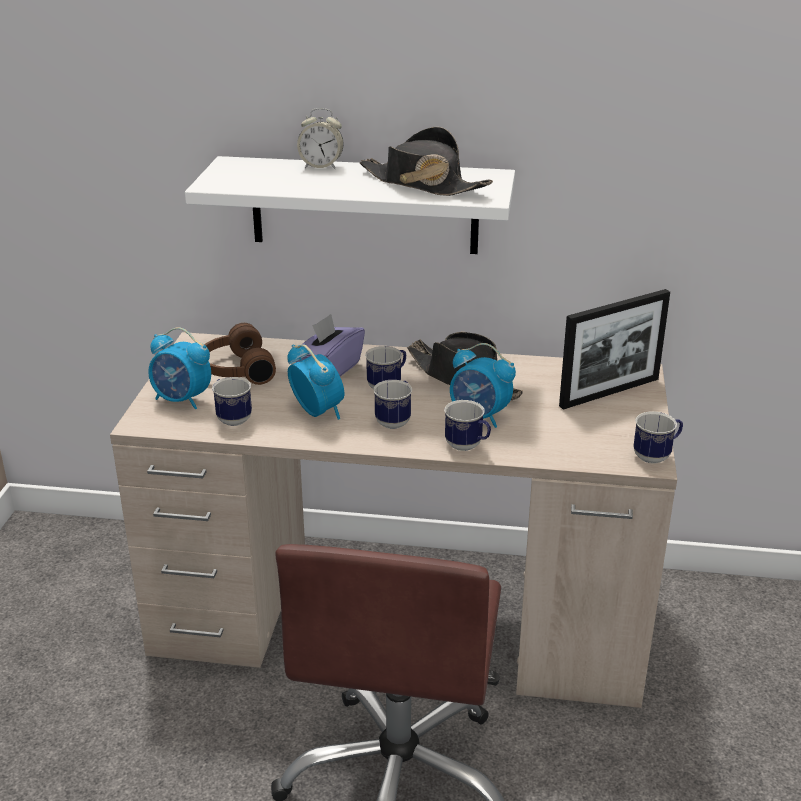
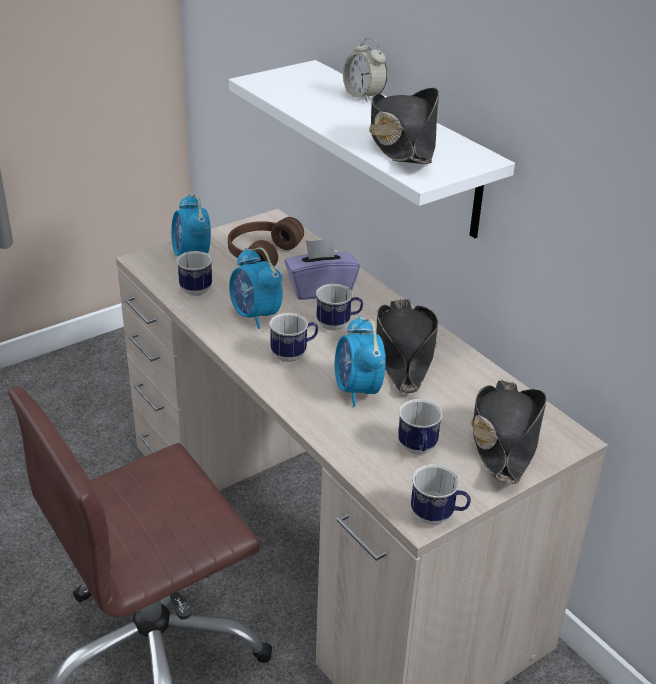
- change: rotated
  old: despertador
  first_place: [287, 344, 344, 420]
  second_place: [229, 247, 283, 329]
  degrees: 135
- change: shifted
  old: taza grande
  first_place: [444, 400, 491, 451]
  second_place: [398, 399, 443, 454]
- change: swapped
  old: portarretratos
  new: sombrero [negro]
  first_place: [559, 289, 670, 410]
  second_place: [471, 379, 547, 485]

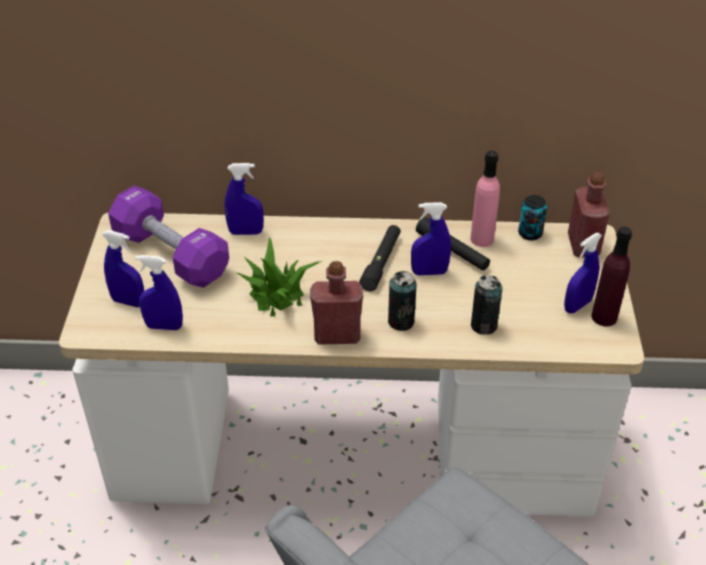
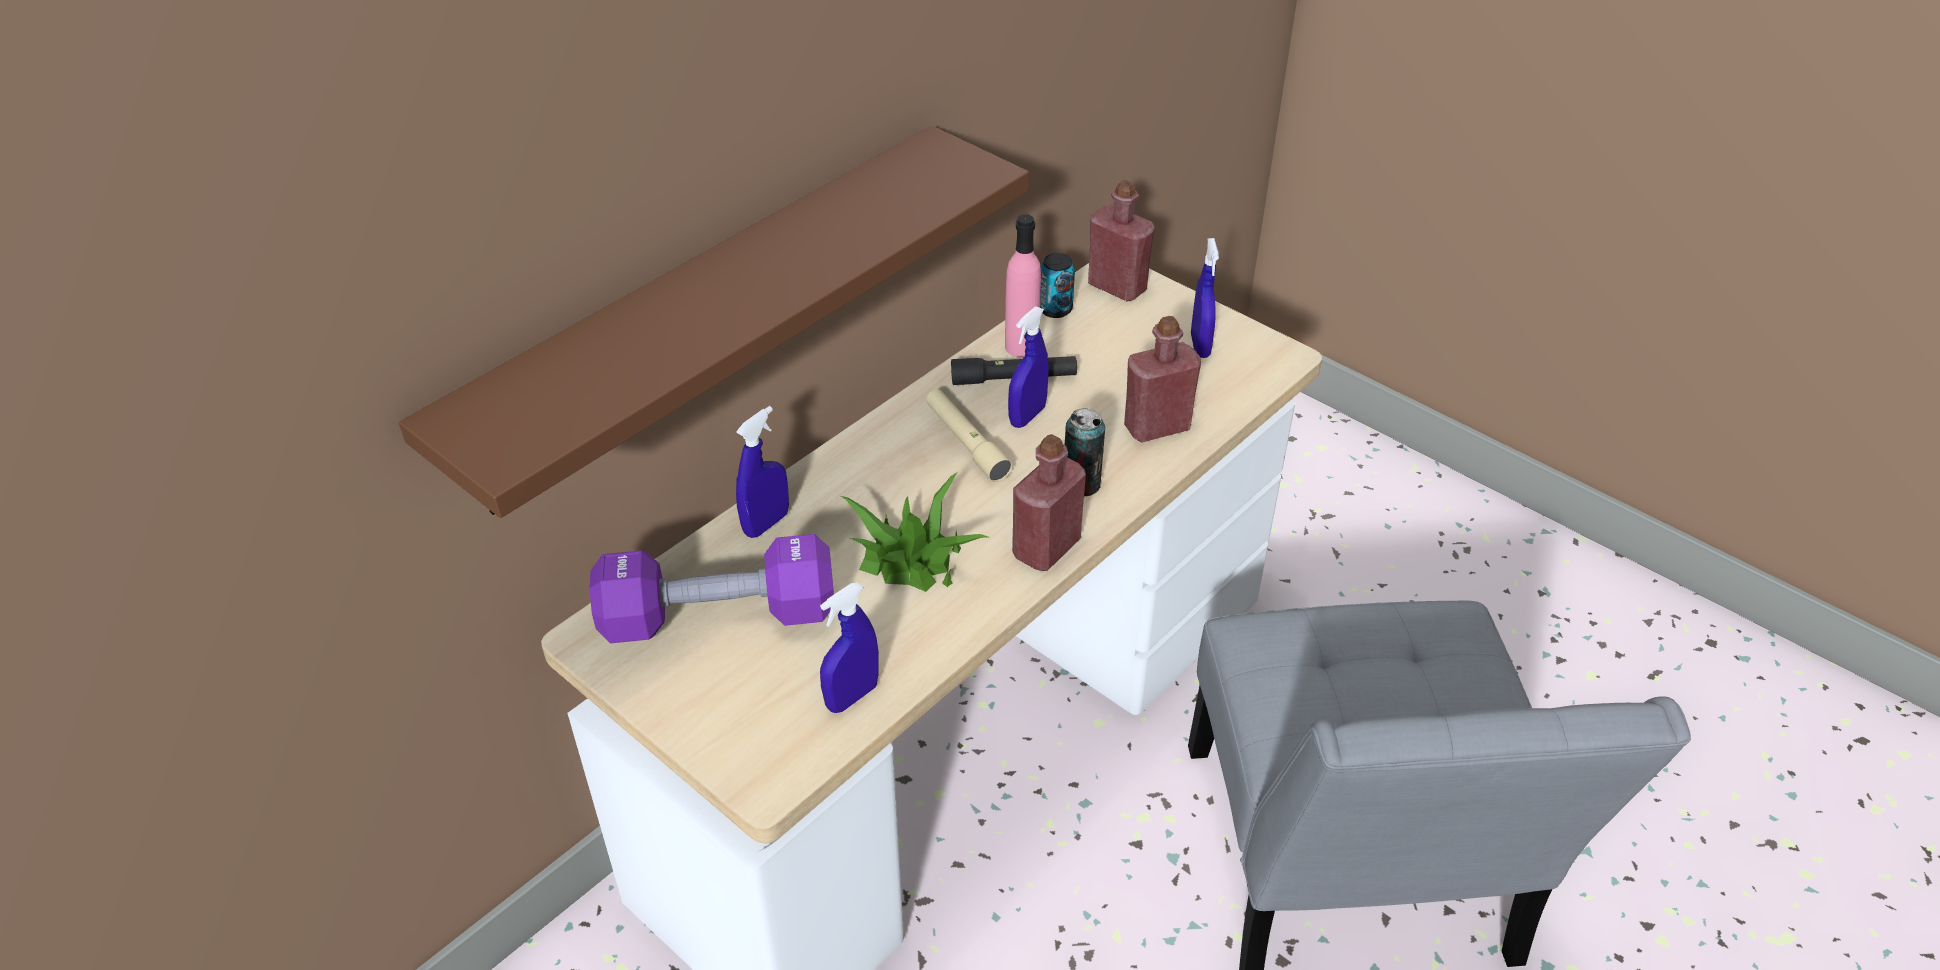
- change: gone
  old: pulverizador [azul]
  first_place: [102, 230, 144, 307]
- change: repainted
  old: linterna [negro]
  new: linterna [beis]
  first_place: [359, 225, 401, 291]
  second_place: [926, 389, 1013, 482]
- change: swapped
  old: lata
  new: botella [rojo]
  first_place: [471, 275, 502, 335]
  second_place: [1124, 316, 1201, 442]
- change: gone
  old: botella [morado]
  first_place: [592, 226, 632, 326]
- change: new
  new: estante [marrón]
  second_place: [399, 126, 1029, 518]

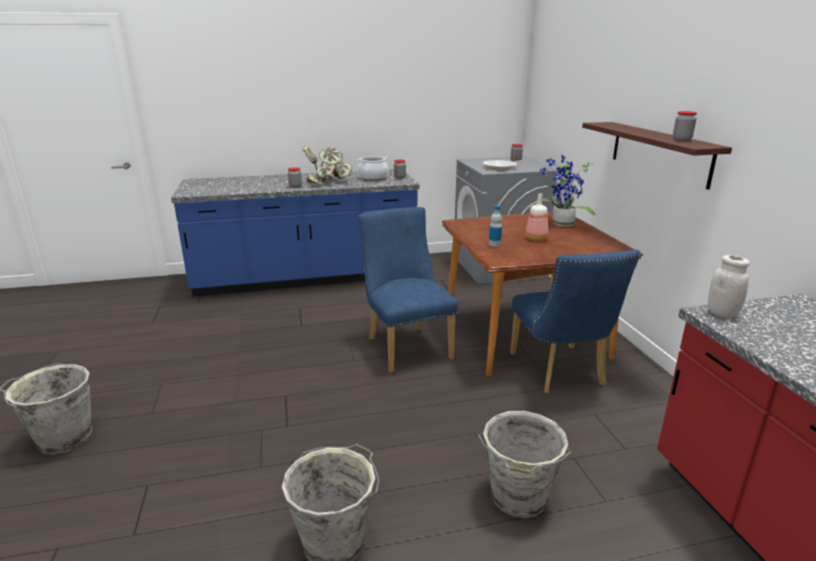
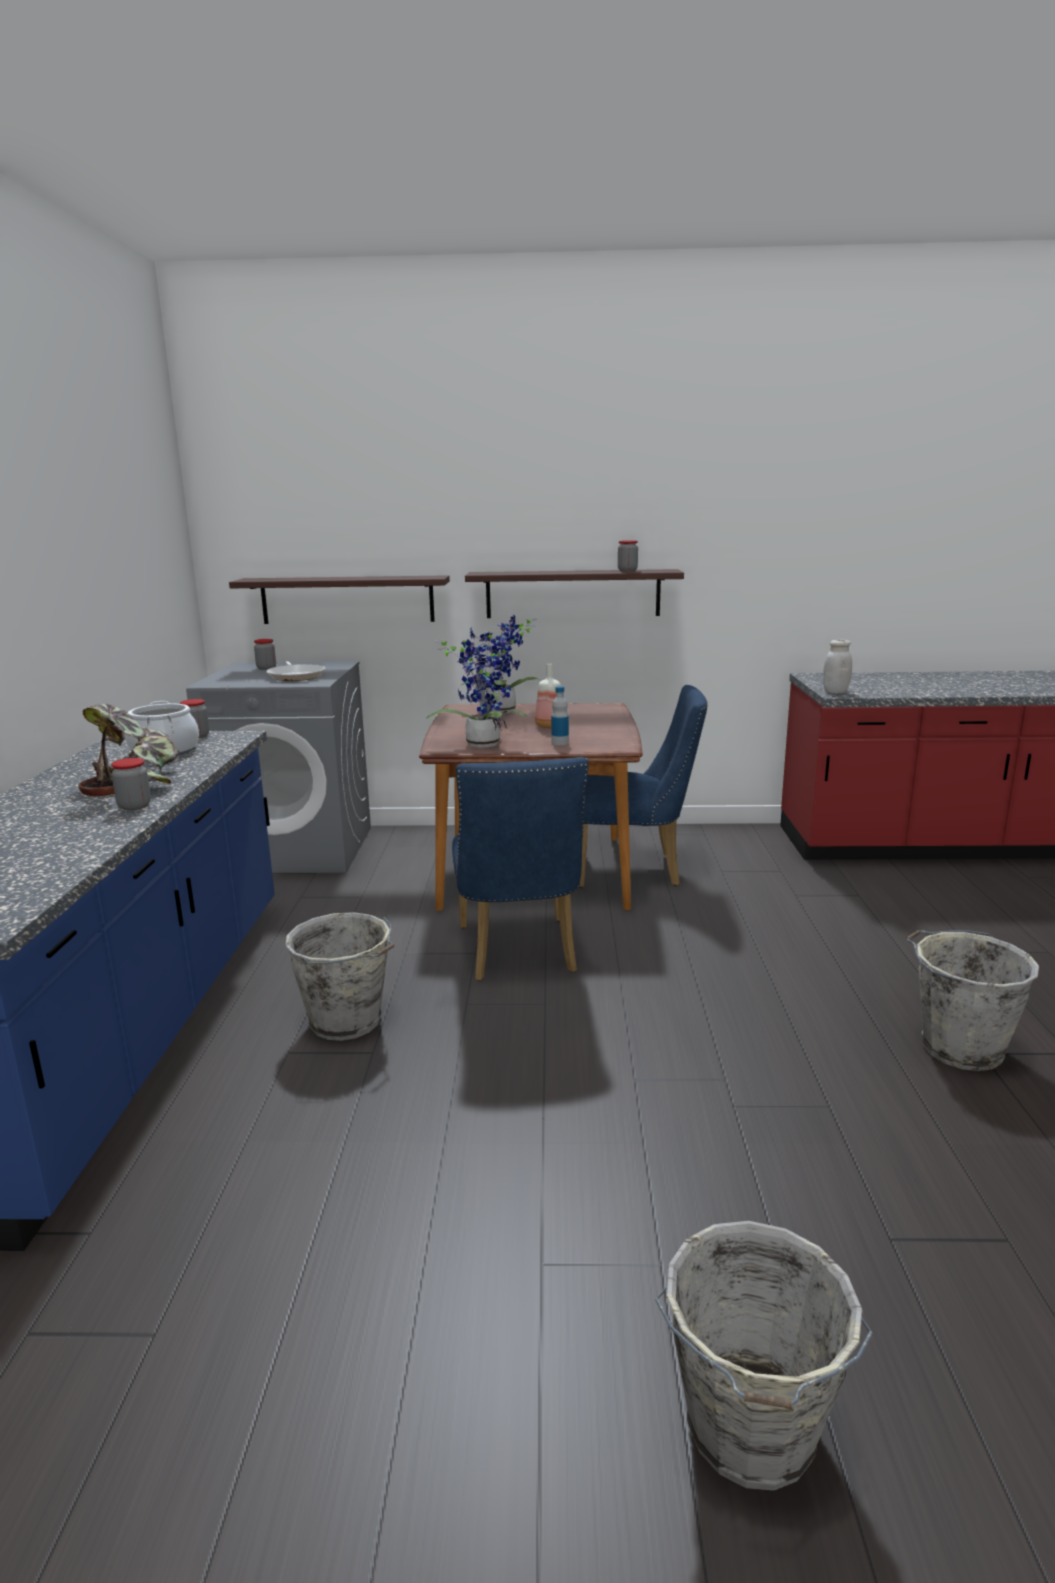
- change: rotated
  old: silla [azul]
  first_place: [358, 207, 458, 373]
  second_place: [452, 757, 589, 981]
  degrees: -90
- change: shifted
  old: cubo [gris]
  first_place: [478, 411, 571, 518]
  second_place: [285, 912, 394, 1041]
- change: new
  new: estante
  second_place: [229, 575, 450, 624]
- change: new
  new: planta en maceta
  second_place: [426, 627, 528, 748]

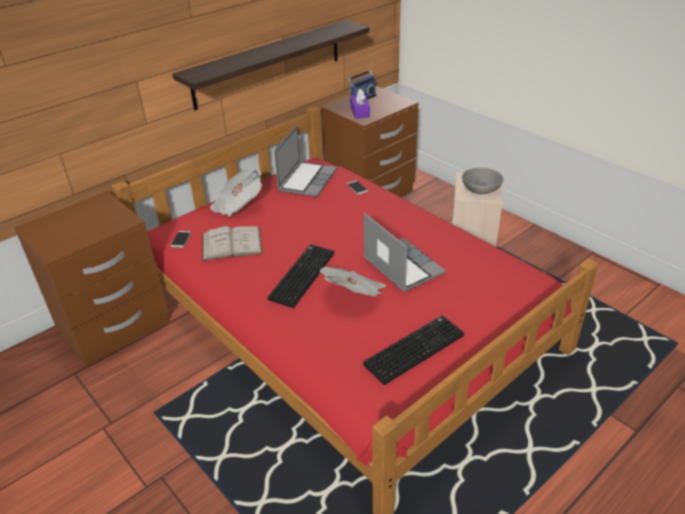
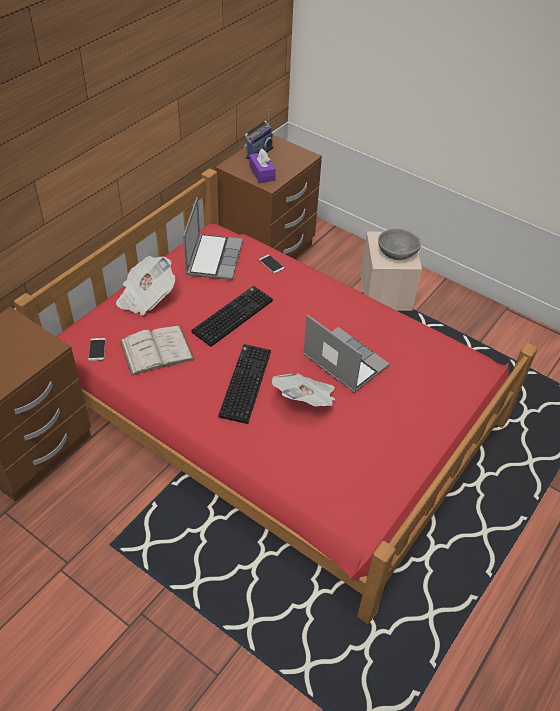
- change: gone
  old: estante
  first_place: [172, 20, 369, 110]
- change: shifted
  old: teclado
  first_place: [363, 315, 464, 385]
  second_place: [192, 286, 273, 347]

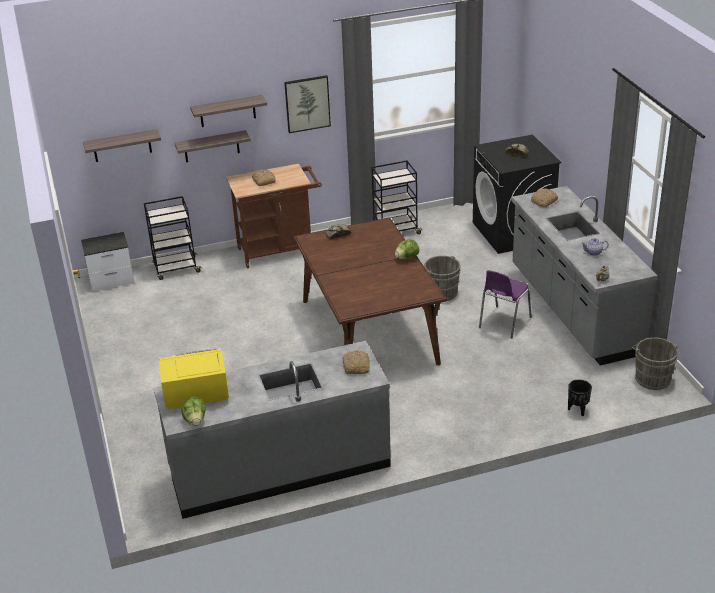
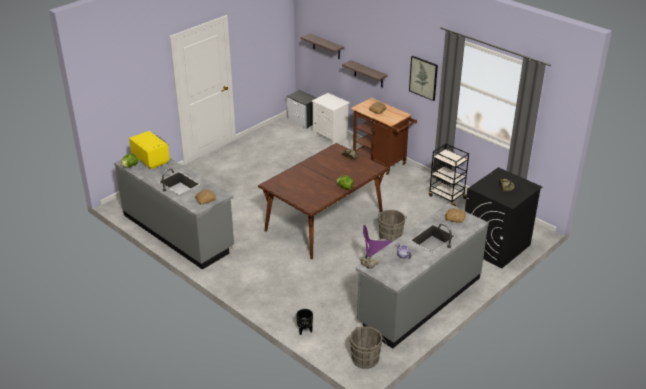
- change: swapped
  old: carrito [negro]
  new: mesita de noche [blanco]
  first_place: [144, 196, 202, 280]
  second_place: [312, 93, 350, 145]
- change: gone
  old: estante
  first_place: [190, 95, 267, 127]

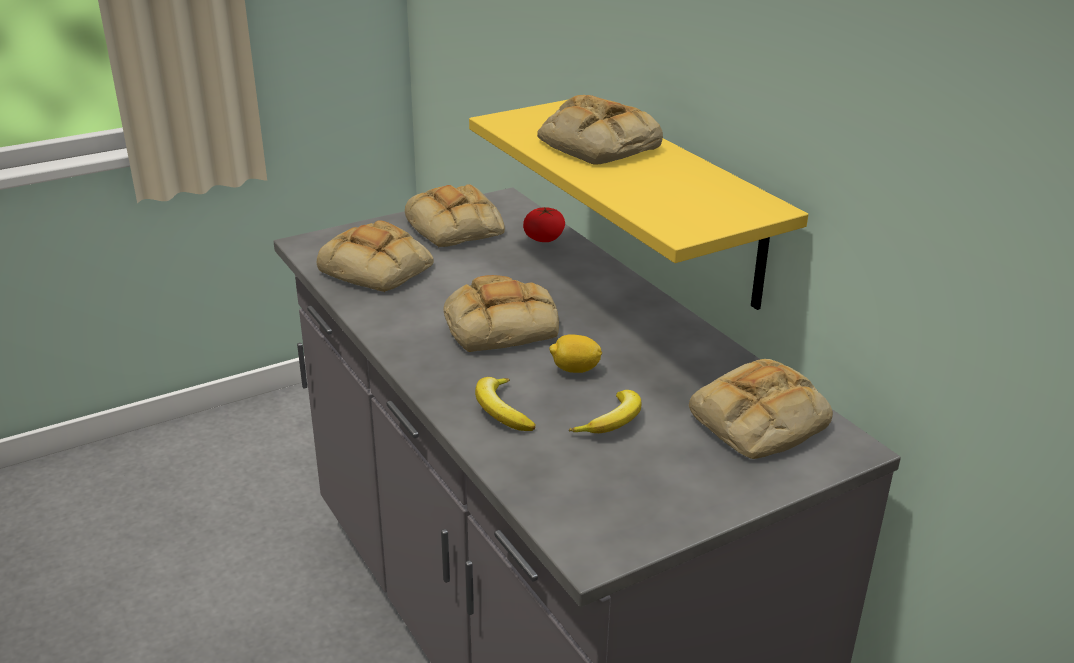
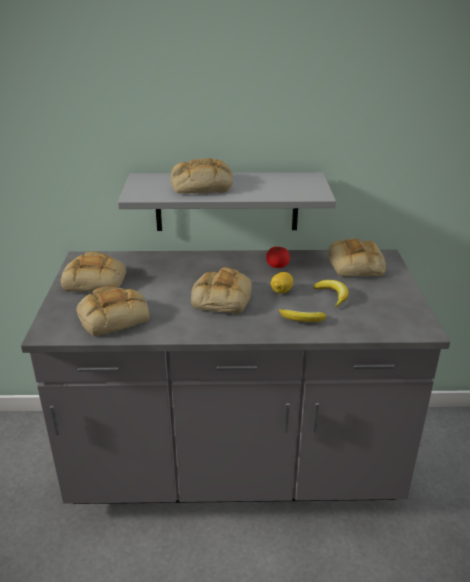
- change: repainted
  old: estante [amarillo]
  new: estante [gris]
  first_place: [469, 100, 808, 310]
  second_place: [118, 172, 336, 231]
- change: shifted
  old: tomate
  first_place: [523, 208, 565, 242]
  second_place: [266, 246, 290, 268]

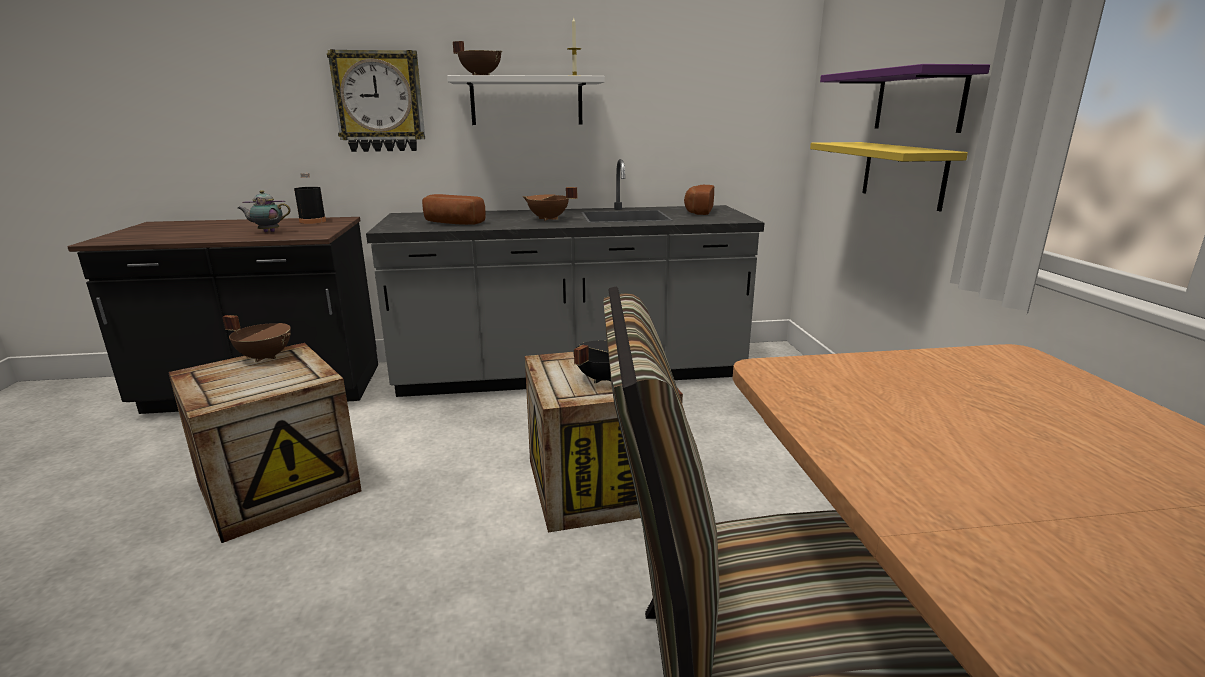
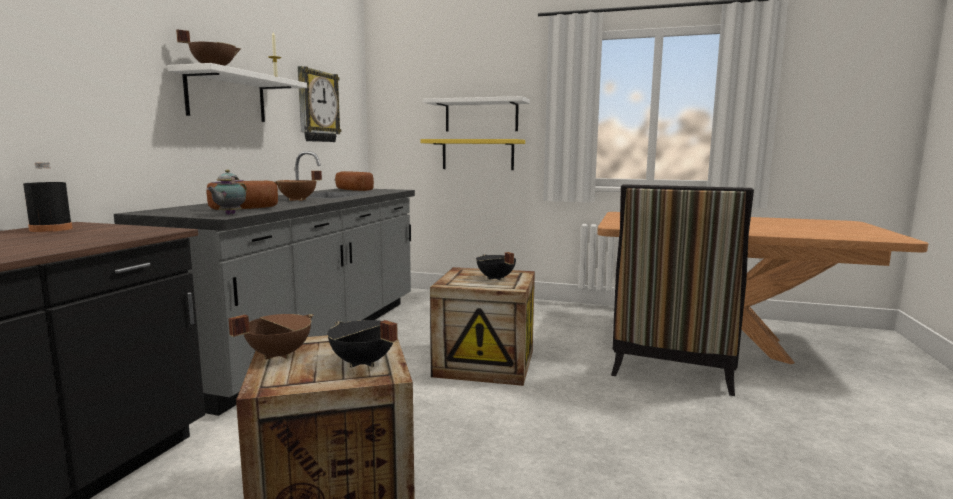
- change: shifted
  old: tetera
  first_place: [238, 190, 291, 232]
  second_place: [207, 170, 247, 215]
- change: shifted
  old: reloj de pared
  first_place: [327, 49, 425, 152]
  second_place: [298, 66, 341, 142]
- change: repainted
  old: estante [morado]
  new: estante [blanco]
  first_place: [820, 64, 990, 133]
  second_place: [423, 96, 530, 132]
- change: new
  new: olla [negro]
  second_place: [327, 320, 398, 368]

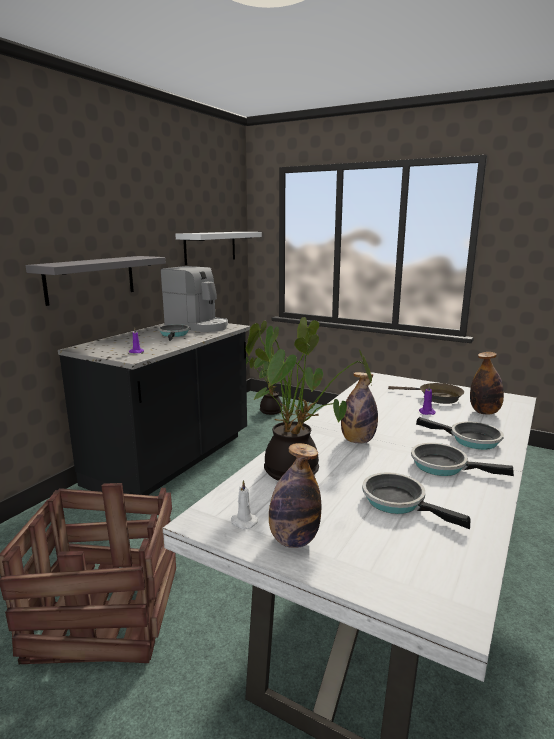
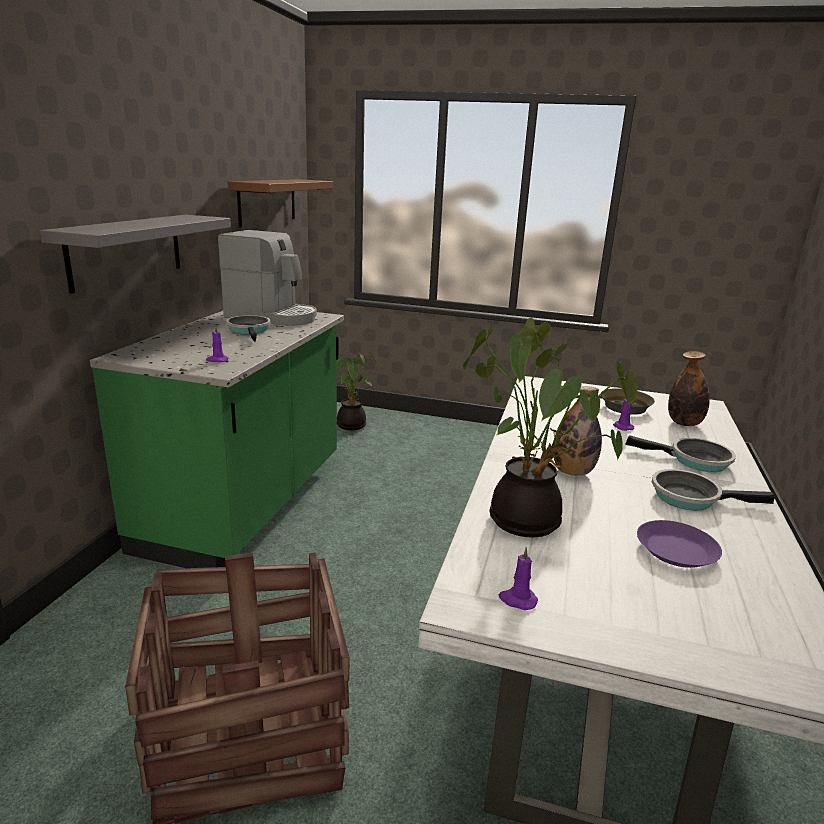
- change: repainted
  old: mueble bajo de cocina [negro]
  new: mueble bajo de cocina [verde]
  first_place: [58, 323, 250, 495]
  second_place: [90, 311, 344, 568]
- change: repainted
  old: estante [blanco]
  new: estante [marrón]
  first_place: [175, 232, 262, 265]
  second_place: [228, 179, 333, 228]
- change: repainted
  old: vela [blanco]
  new: vela [morado]
  first_place: [231, 480, 258, 529]
  second_place: [499, 547, 538, 610]
- change: gone
  old: botella
  first_place: [269, 443, 321, 548]
- change: swapped
  old: sartén
  new: plato [morado]
  first_place: [362, 472, 471, 529]
  second_place: [637, 520, 722, 568]

